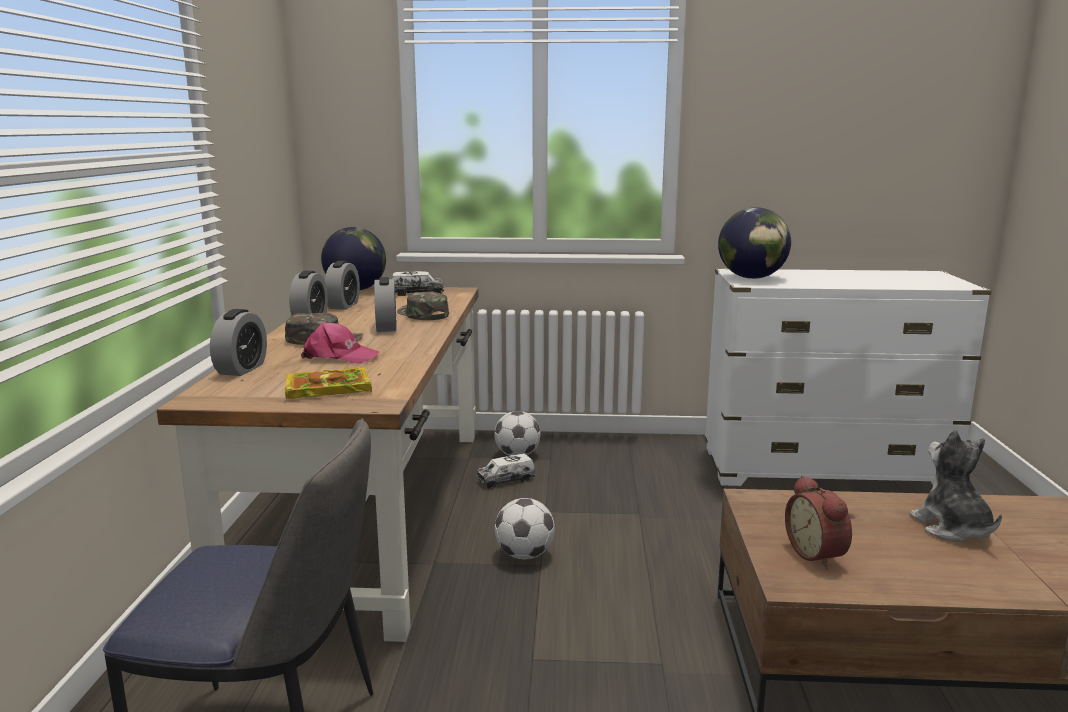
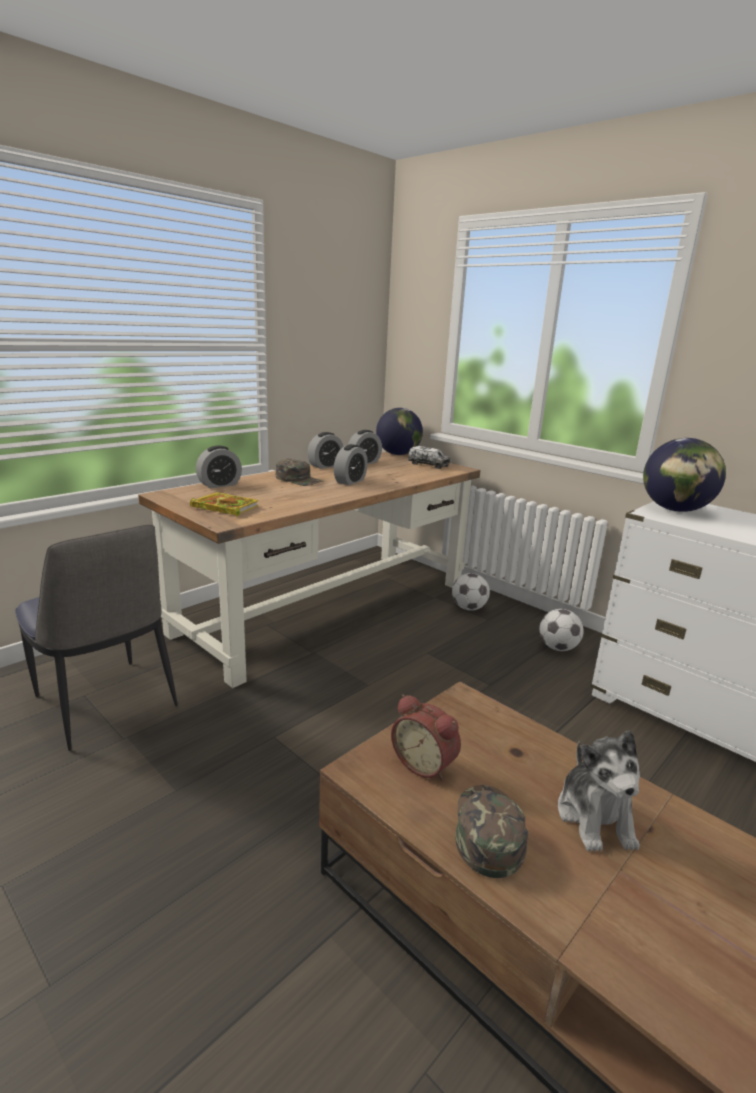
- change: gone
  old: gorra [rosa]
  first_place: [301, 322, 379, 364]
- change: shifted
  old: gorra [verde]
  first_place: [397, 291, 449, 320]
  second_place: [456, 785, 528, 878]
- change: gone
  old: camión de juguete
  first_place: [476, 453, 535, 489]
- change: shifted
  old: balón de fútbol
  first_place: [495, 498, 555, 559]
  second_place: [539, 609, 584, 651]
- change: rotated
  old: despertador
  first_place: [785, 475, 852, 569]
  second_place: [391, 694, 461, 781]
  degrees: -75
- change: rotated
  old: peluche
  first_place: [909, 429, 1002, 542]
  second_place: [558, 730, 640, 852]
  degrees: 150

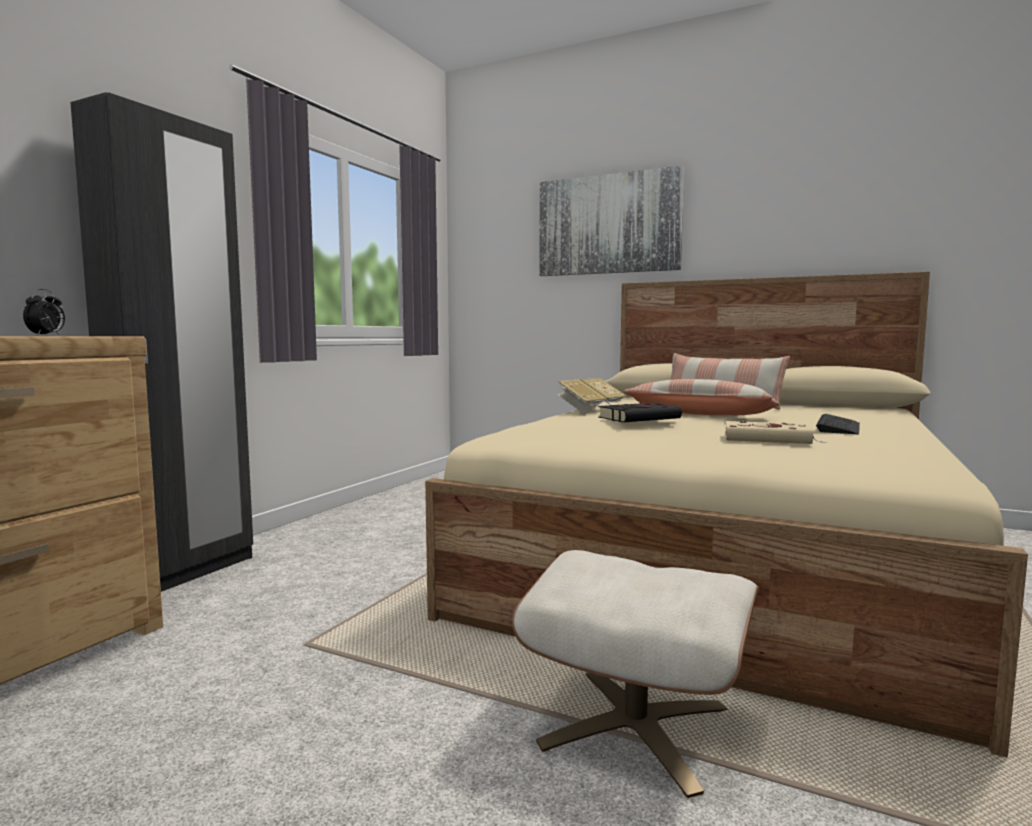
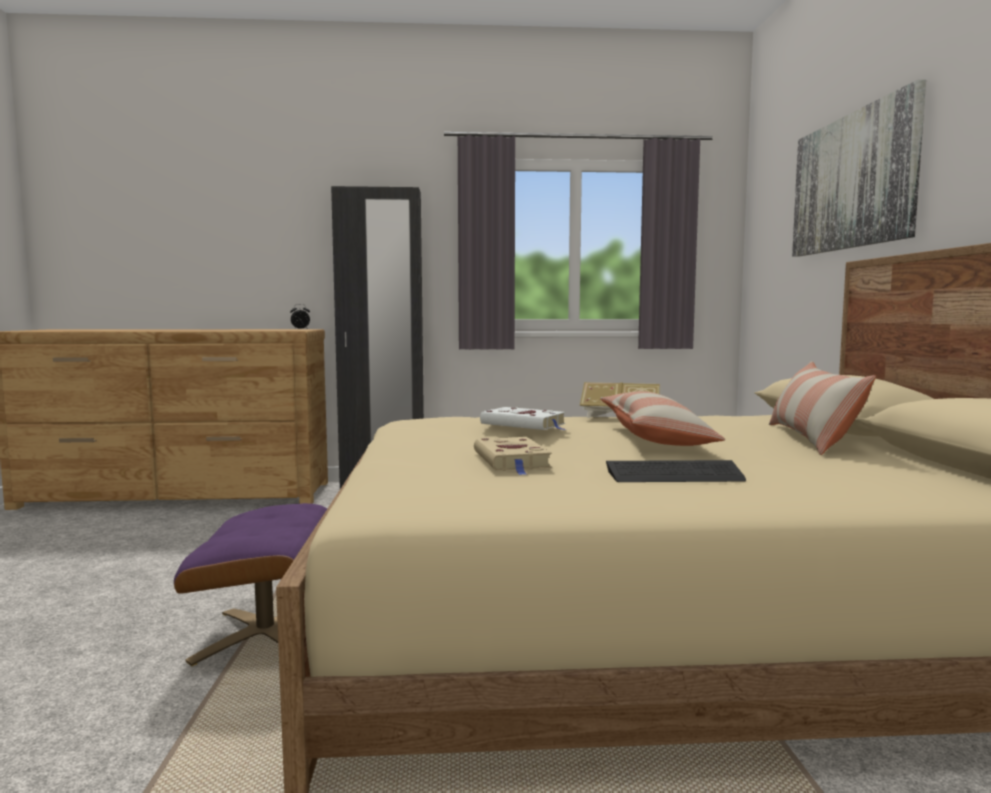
- change: repainted
  old: puf [beis]
  new: puf [morado]
  first_place: [512, 550, 759, 798]
  second_place: [174, 503, 327, 666]
- change: repainted
  old: libro [negro]
  new: libro [blanco]
  first_place: [598, 403, 682, 422]
  second_place: [480, 407, 565, 430]

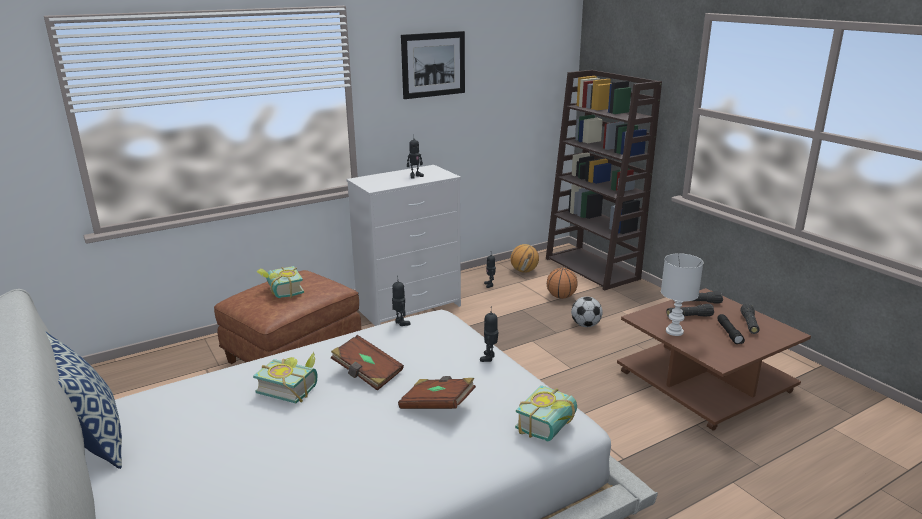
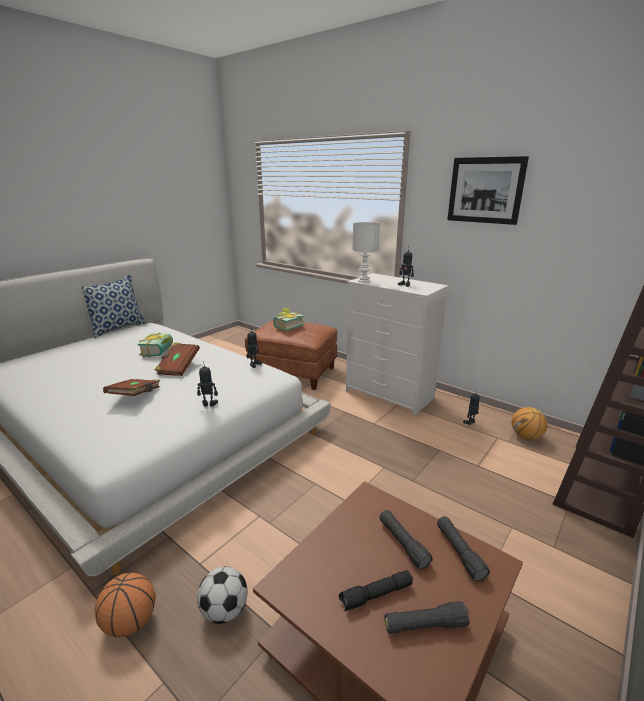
- change: gone
  old: libro
  first_place: [515, 385, 577, 441]
- change: shifted
  old: balón de baloncesto
  first_place: [547, 268, 577, 299]
  second_place: [94, 573, 156, 637]
- change: shifted
  old: balón de fútbol
  first_place: [571, 297, 603, 327]
  second_place: [197, 567, 248, 624]
- change: shifted
  old: lámpara de mesa [blanco]
  first_place: [661, 253, 703, 336]
  second_place: [352, 222, 380, 283]

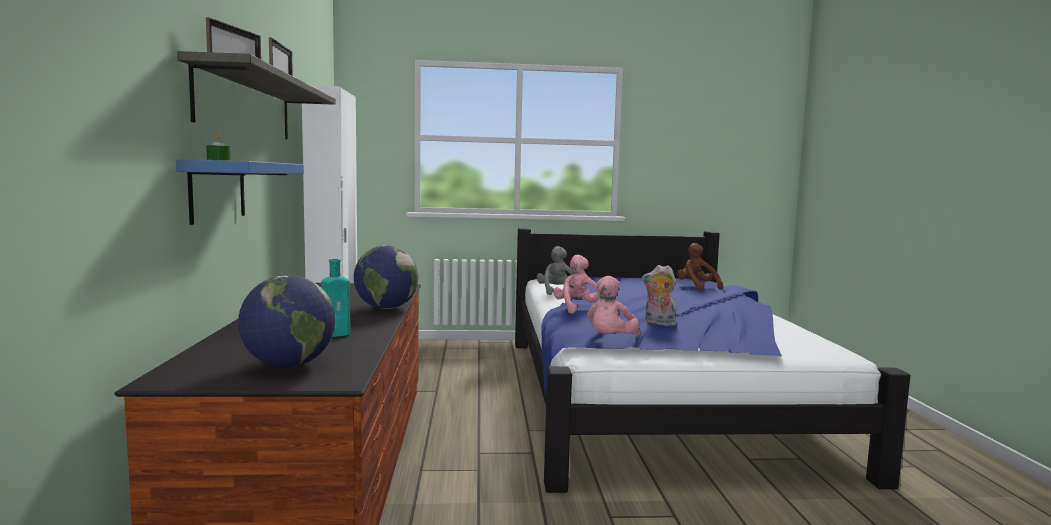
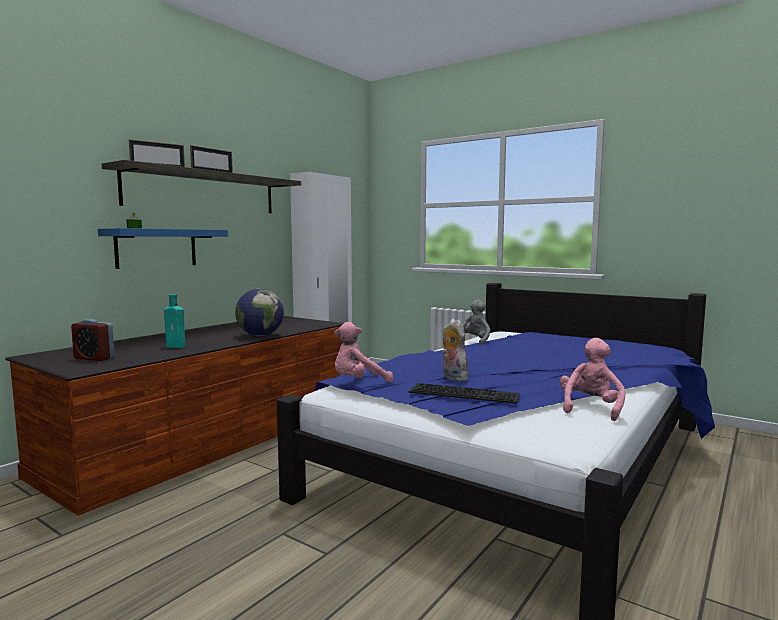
- change: swapped
  old: globo terráqueo
  new: despertador
  first_place: [238, 275, 335, 367]
  second_place: [71, 319, 115, 361]
- change: shifted
  old: peluche [rosa]
  first_place: [553, 255, 600, 314]
  second_place: [560, 338, 625, 421]
- change: gone
  old: peluche [marrón]
  first_place: [677, 243, 723, 290]
- change: new
  new: teclado
  second_place: [408, 383, 520, 404]

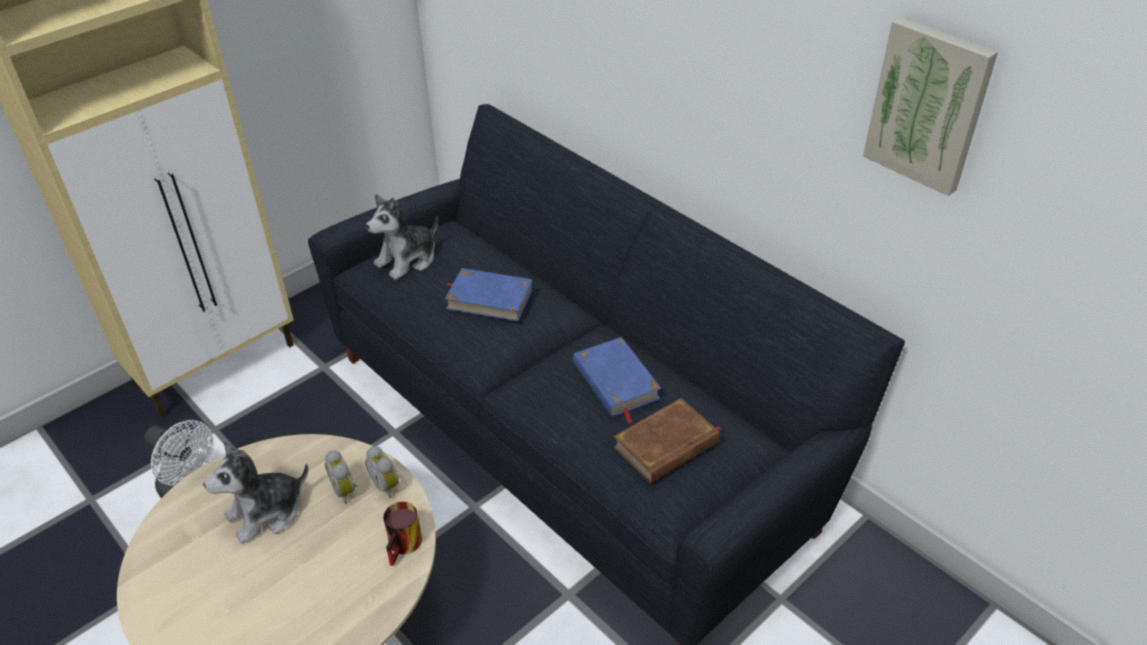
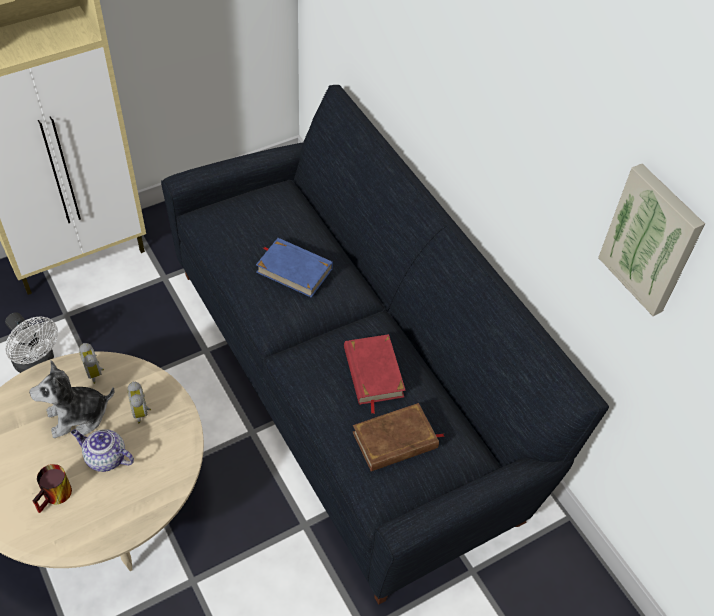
- change: shifted
  old: despertador
  first_place: [365, 446, 399, 498]
  second_place: [79, 343, 104, 384]
- change: gone
  old: peluche
  first_place: [366, 194, 438, 280]
- change: shifted
  old: taza grande
  first_place: [383, 502, 422, 566]
  second_place: [32, 464, 72, 513]
- change: repainted
  old: libro [azul]
  new: libro [rojo]
  first_place: [573, 337, 661, 423]
  second_place: [344, 334, 406, 414]
- change: new
  new: tetera
  second_place: [71, 429, 134, 472]

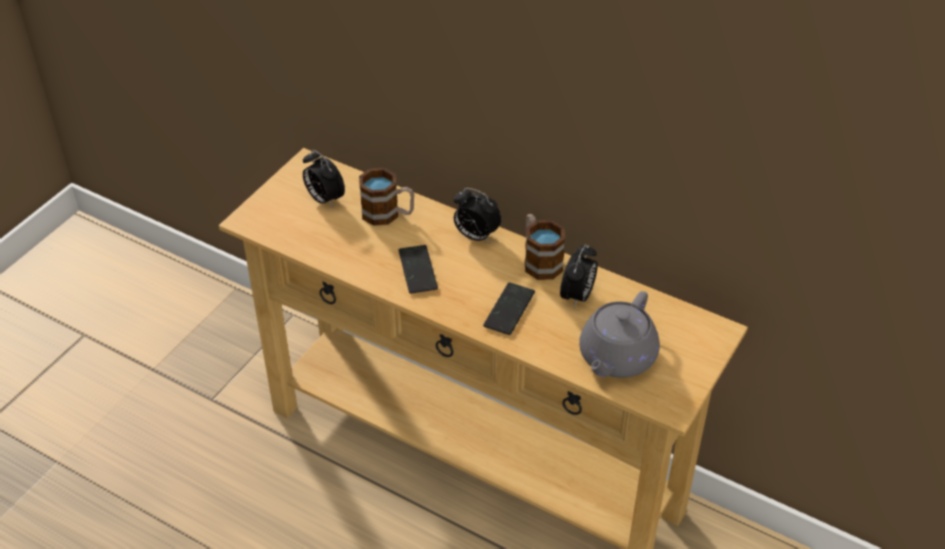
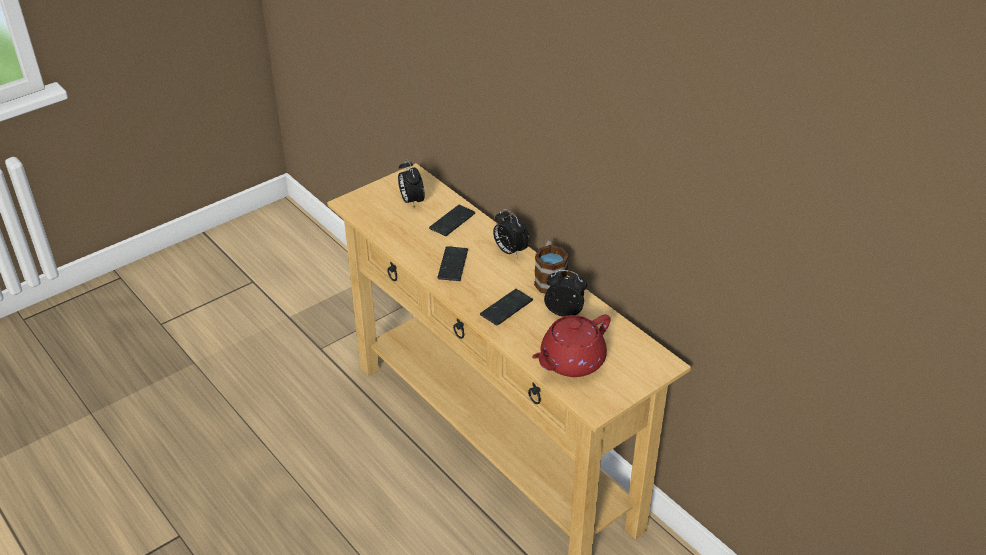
- change: swapped
  old: taza grande
  new: móvil
  first_place: [359, 168, 414, 226]
  second_place: [429, 205, 475, 236]
- change: rotated
  old: despertador
  first_place: [560, 244, 598, 308]
  second_place: [544, 270, 587, 317]
  degrees: -120
- change: repainted
  old: tetera [gris]
  new: tetera [rojo]
  first_place: [579, 291, 660, 378]
  second_place: [532, 314, 611, 377]

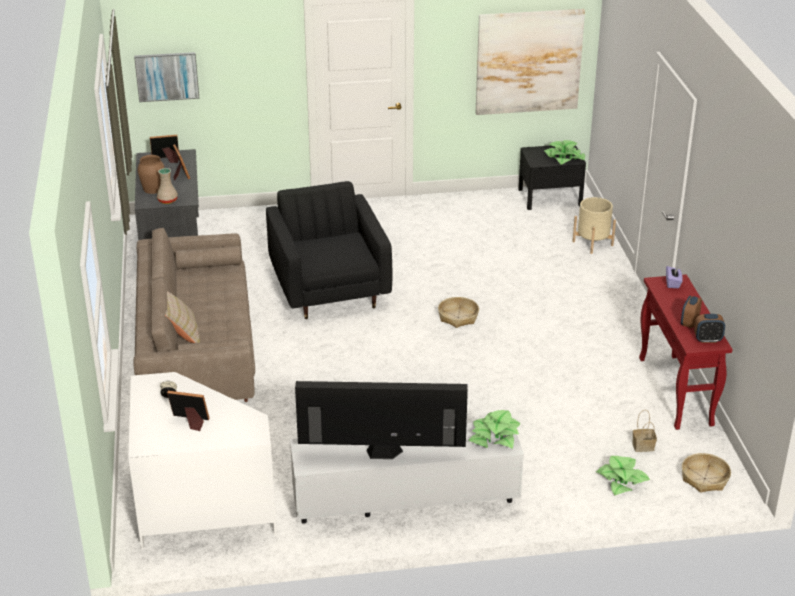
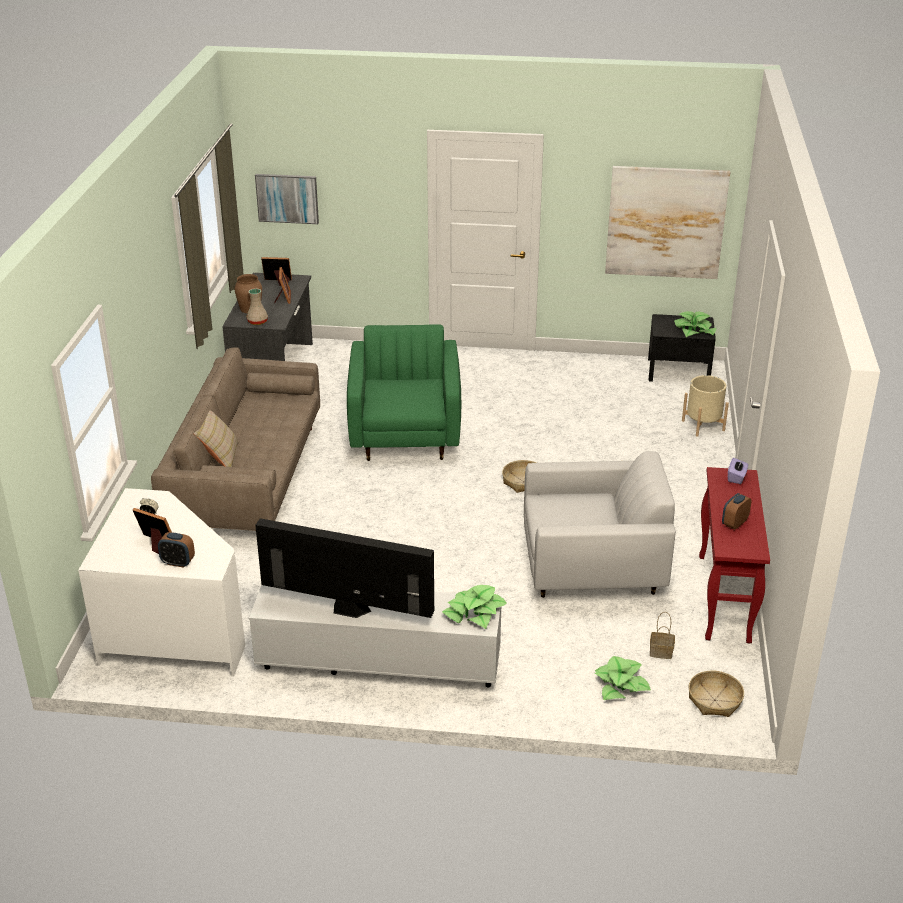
- change: repainted
  old: sillón [negro]
  new: sillón [verde]
  first_place: [266, 181, 392, 319]
  second_place: [347, 324, 461, 461]
- change: shifted
  old: despertador
  first_place: [694, 314, 725, 343]
  second_place: [158, 532, 195, 568]
- change: new
  new: sillón [blanco]
  second_place: [524, 451, 676, 598]

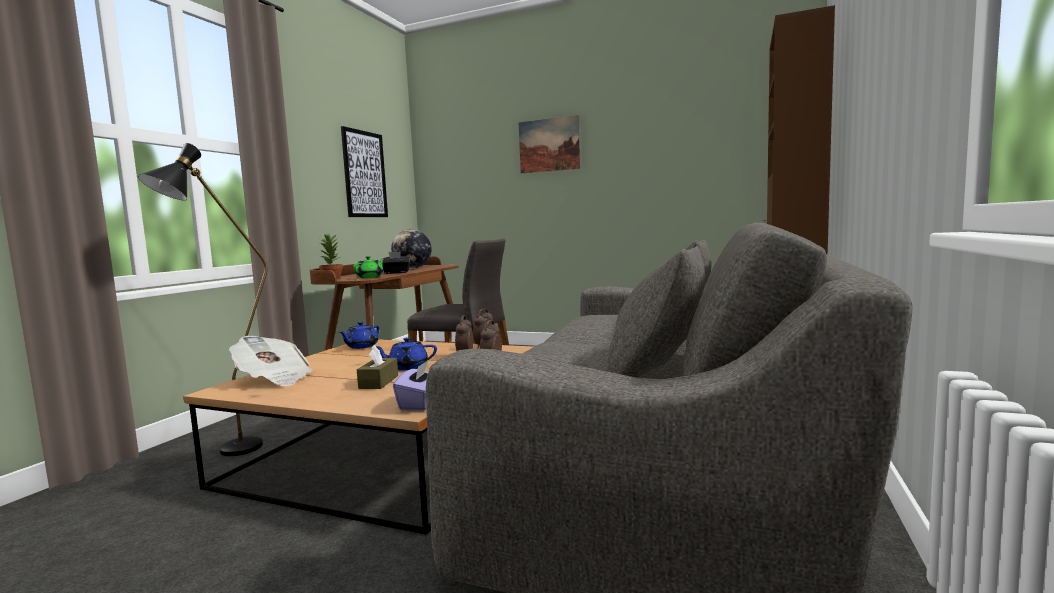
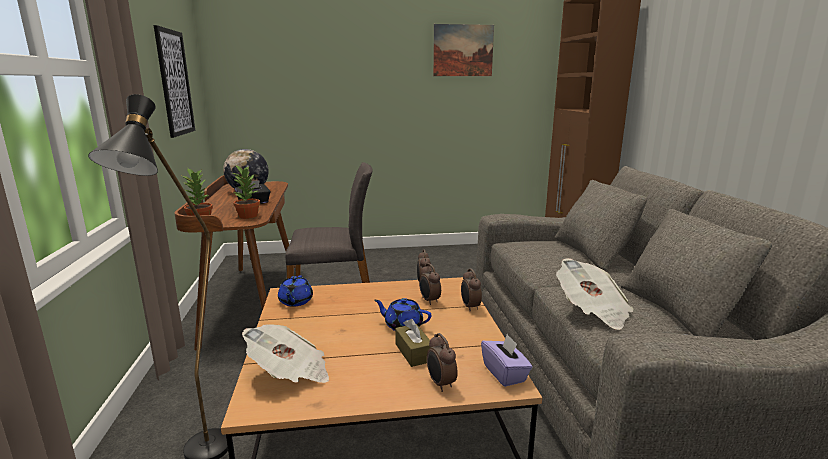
- change: swapped
  old: tetera [verde]
  new: planta en maceta
  first_place: [353, 256, 384, 278]
  second_place: [233, 166, 260, 219]
- change: rotated
  old: tetera [azul]
  first_place: [376, 338, 437, 371]
  second_place: [374, 298, 431, 331]
  degrees: 60
- change: shifted
  old: cuadro
  first_place: [518, 115, 581, 173]
  second_place: [433, 24, 494, 76]
- change: new
  new: despertador
  second_place: [427, 333, 458, 392]
- change: new
  new: periódico
  second_place: [556, 258, 634, 330]

